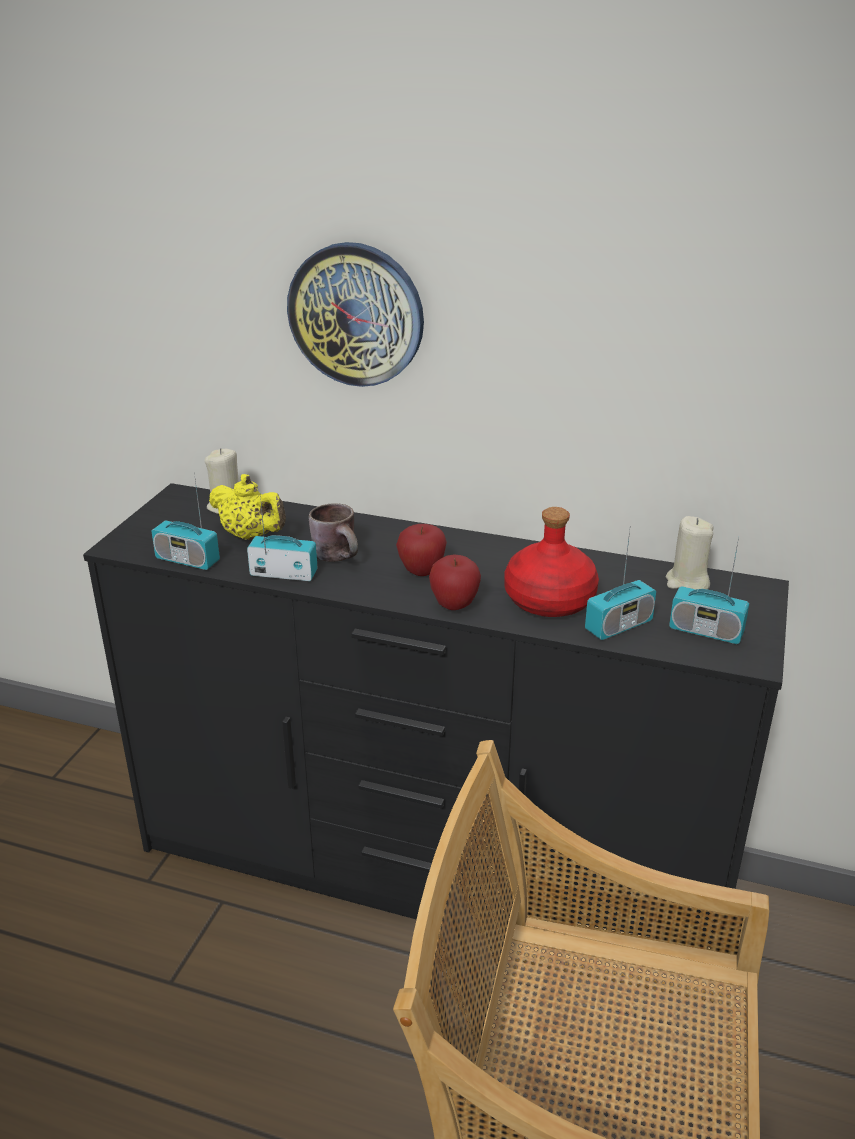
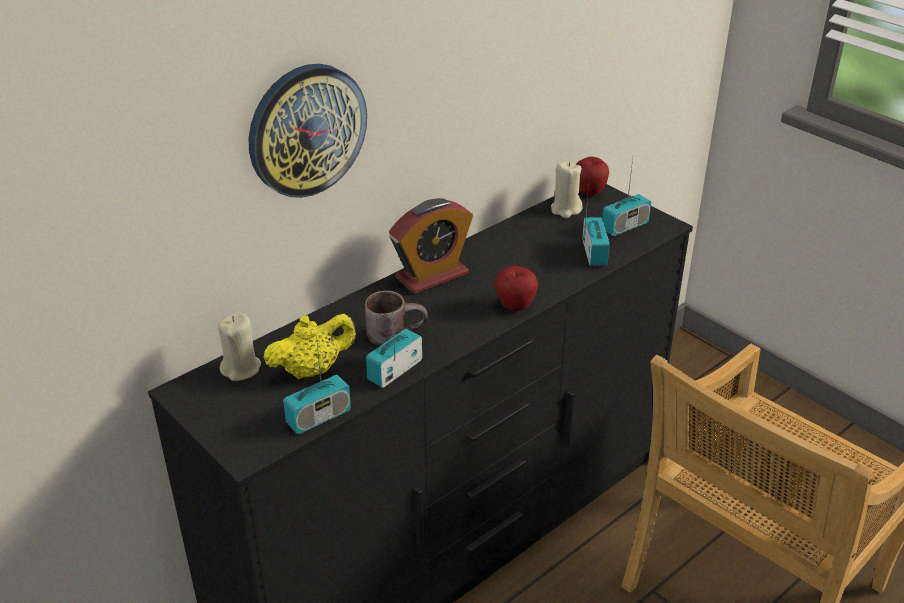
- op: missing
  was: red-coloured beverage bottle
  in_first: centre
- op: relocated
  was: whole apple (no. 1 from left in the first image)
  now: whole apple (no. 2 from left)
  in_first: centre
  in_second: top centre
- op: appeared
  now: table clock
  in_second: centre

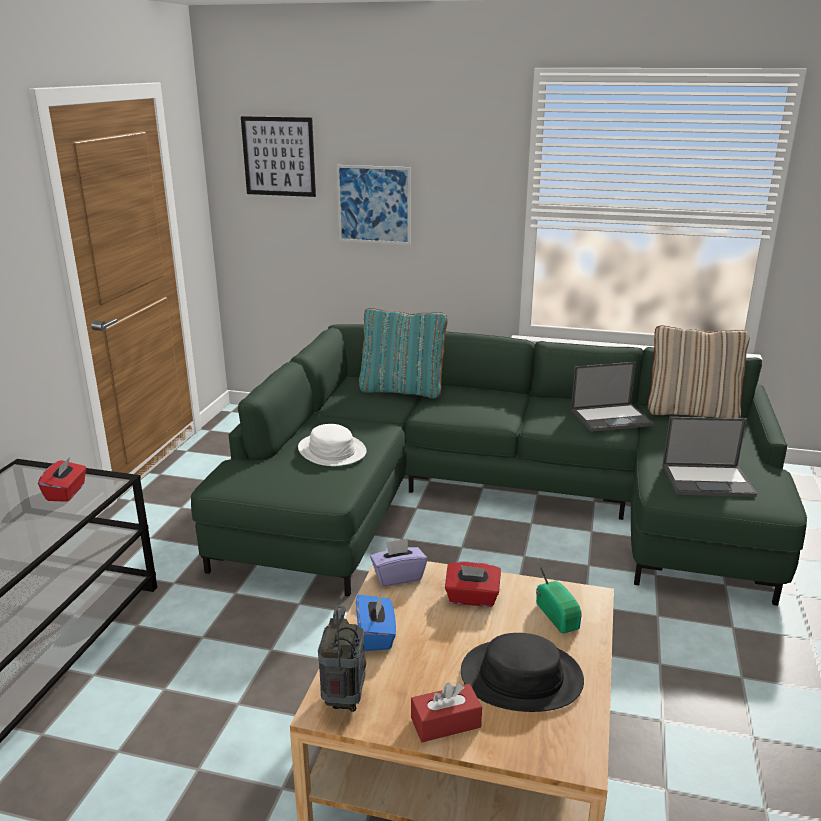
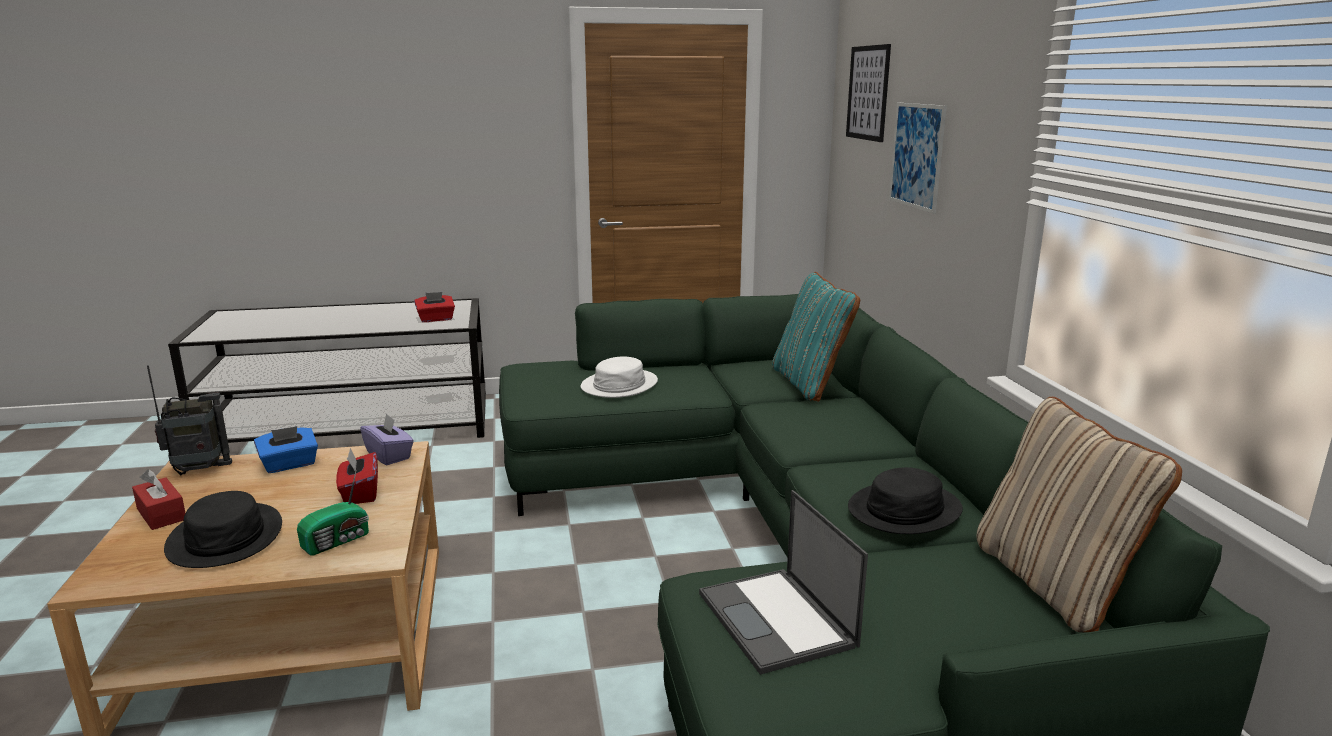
- op: exchanged
  was: notebook computer (no. 1 from left)
  now: black hat (no. 2 from left)
  in_first: middle right
  in_second: bottom right

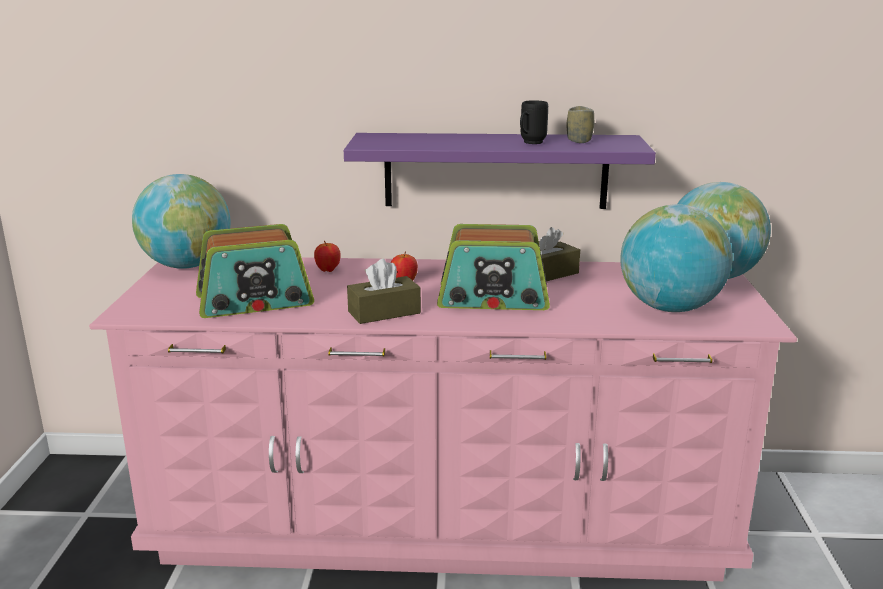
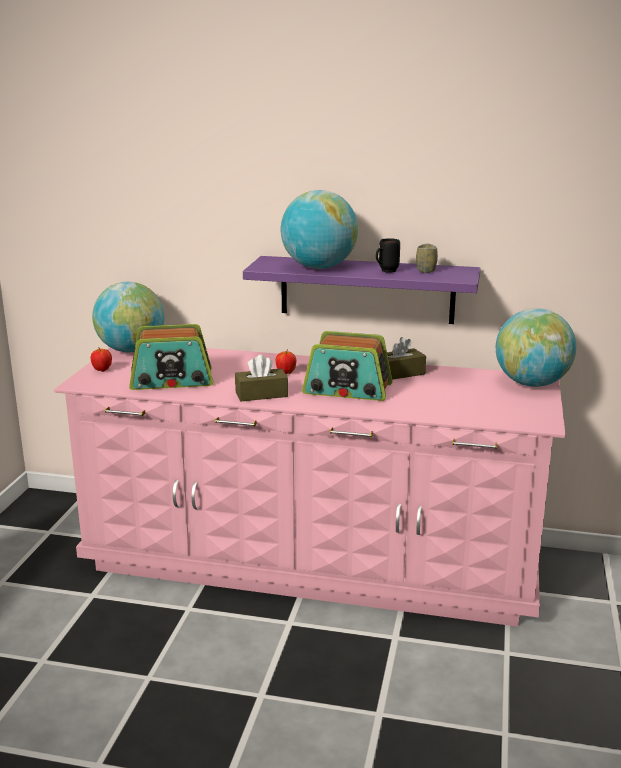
- op: relocated
  was: globe (no. 2 from left)
  in_first: middle right
  in_second: top centre
- op: relocated
  was: whole apple (no. 1 from left)
  in_first: centre
  in_second: middle left

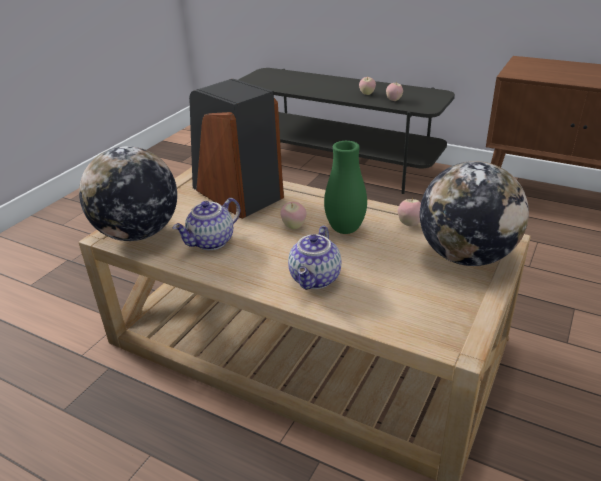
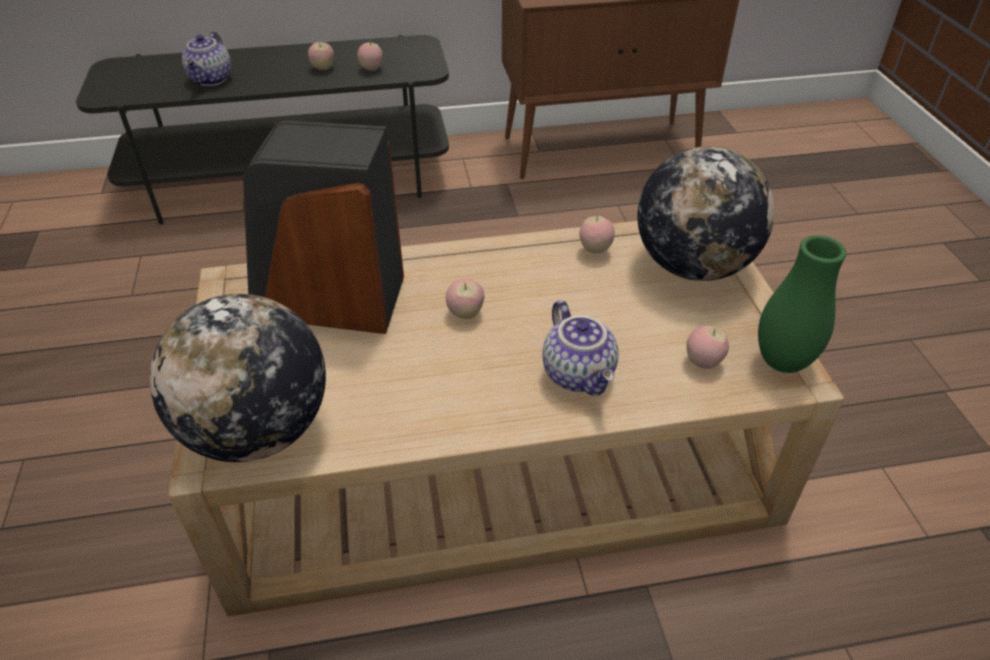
- op: relocated
  was: green-coloured flower vase
  in_first: centre
  in_second: middle right
- op: relocated
  was: tea pot (no. 1 from left)
  in_first: centre
  in_second: top left
- op: appeared
  now: whole apple (no. 5 from left)
  in_second: middle right

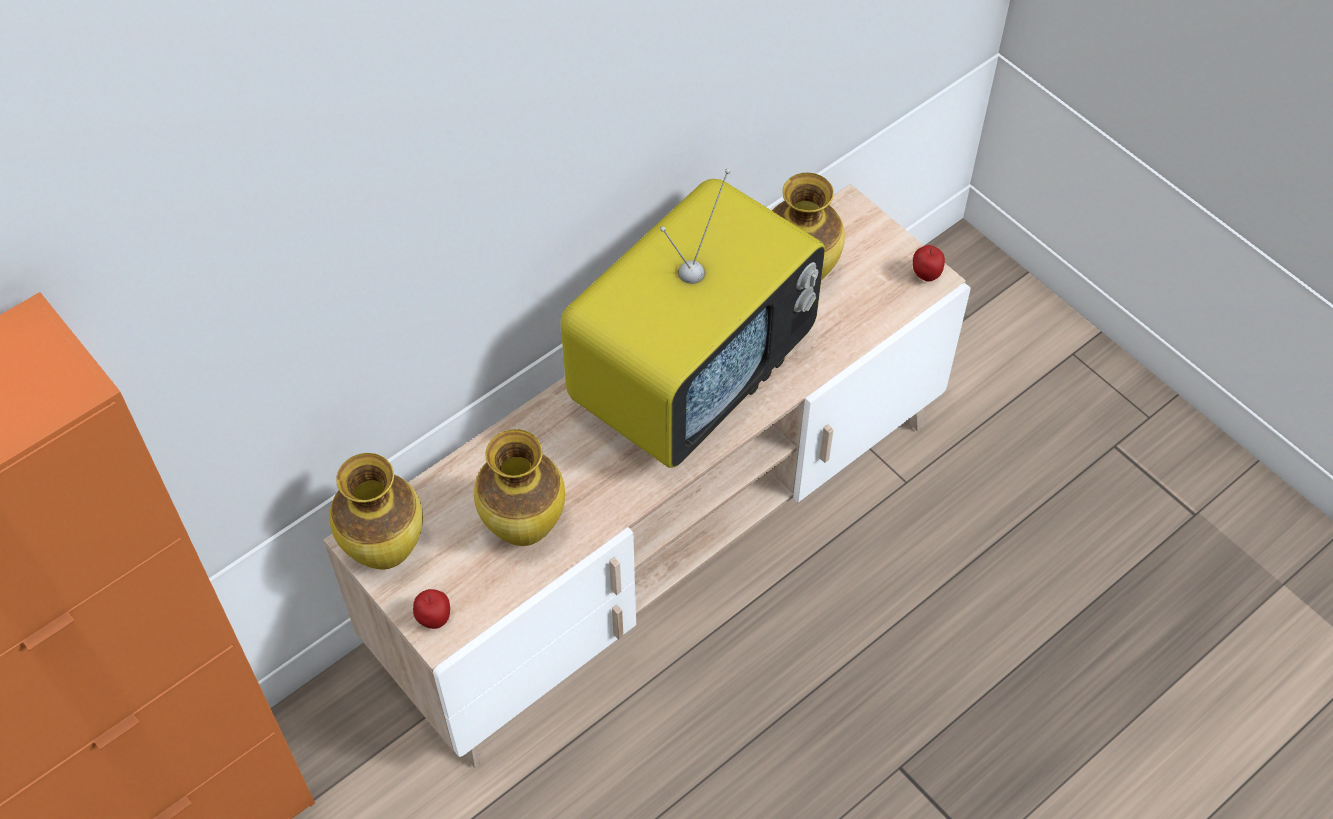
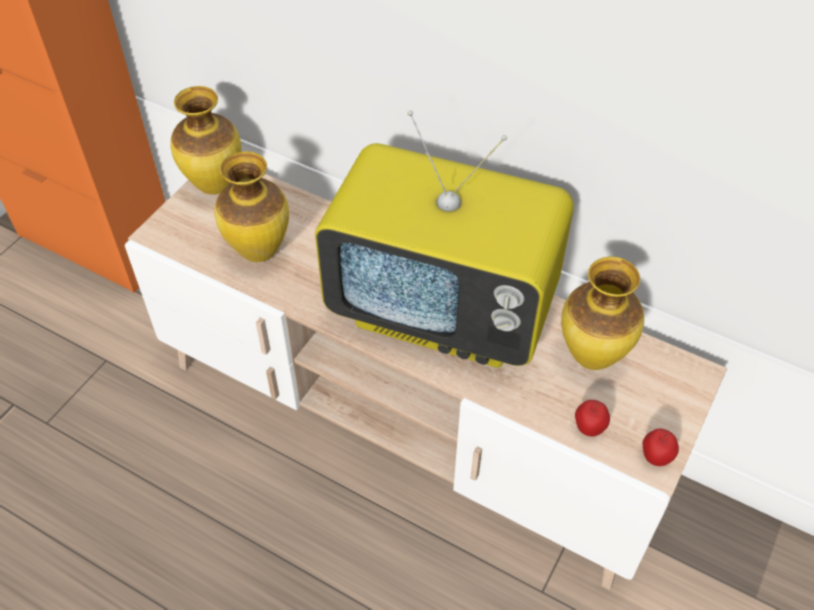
- op: relocated
  was: whole apple (no. 1 from left)
  in_first: bottom left
  in_second: bottom right

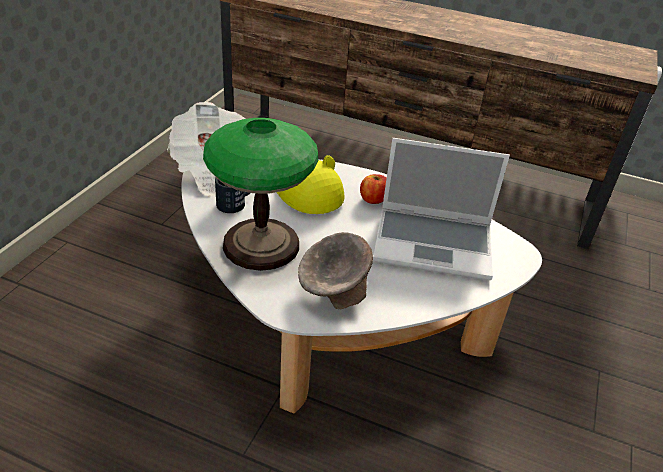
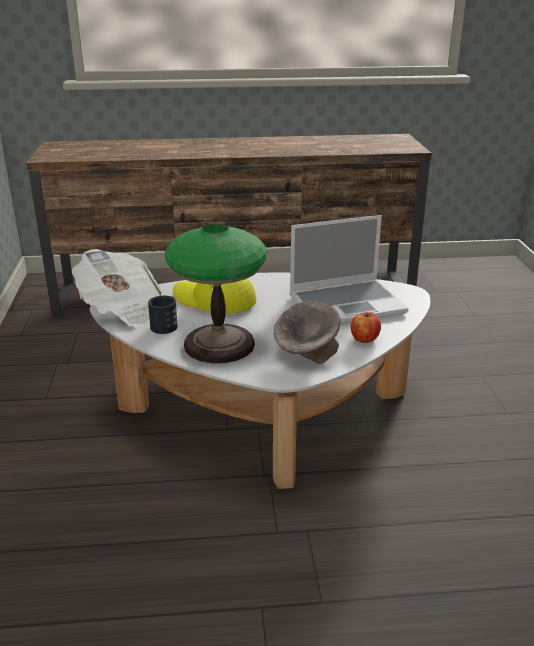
- op: relocated
  was: whole apple
  in_first: centre
  in_second: middle right

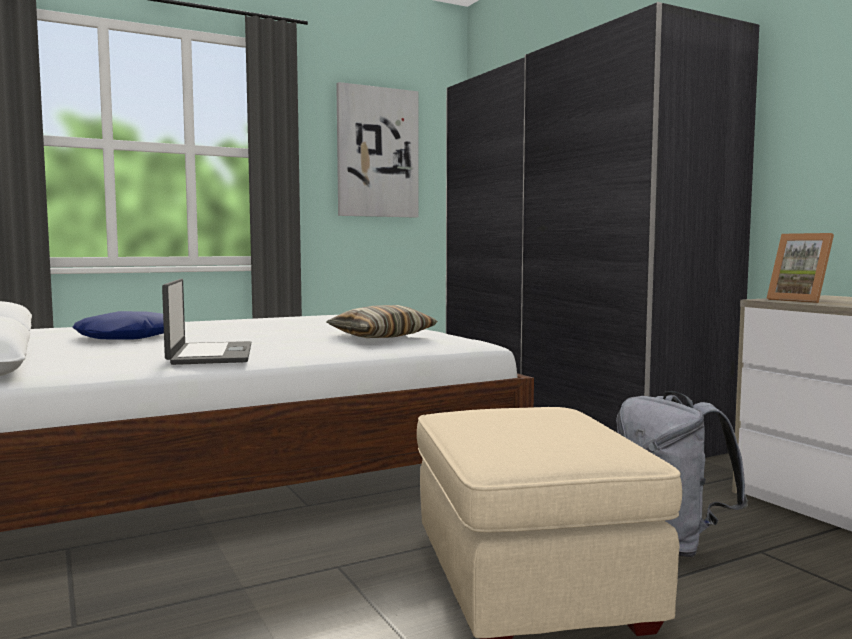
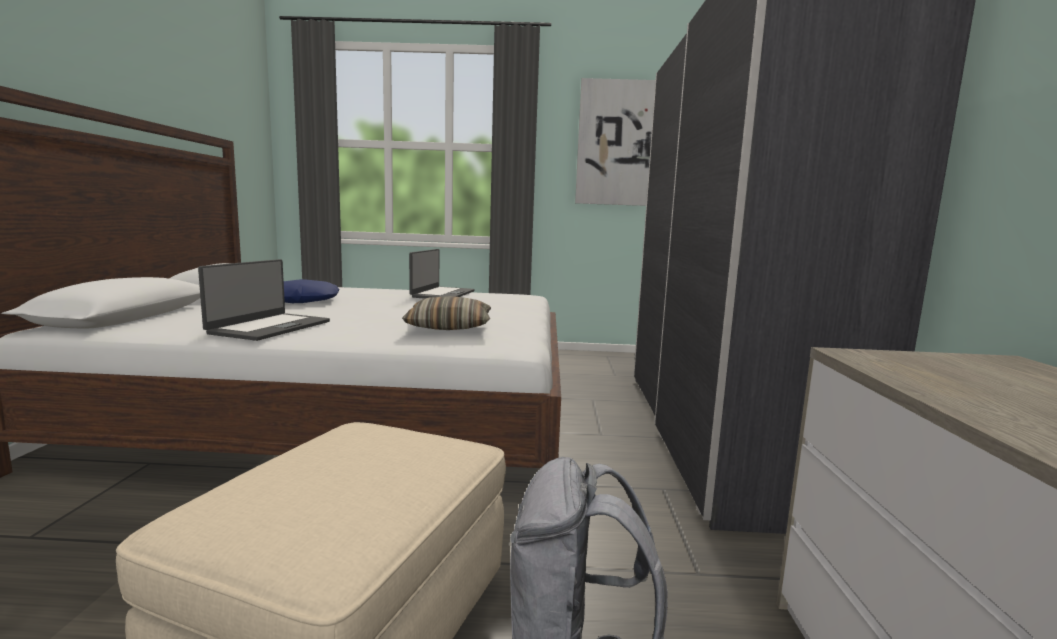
- op: missing
  was: photo frame
  in_first: middle right
- op: appeared
  now: notebook computer (no. 2 from left)
  in_second: centre

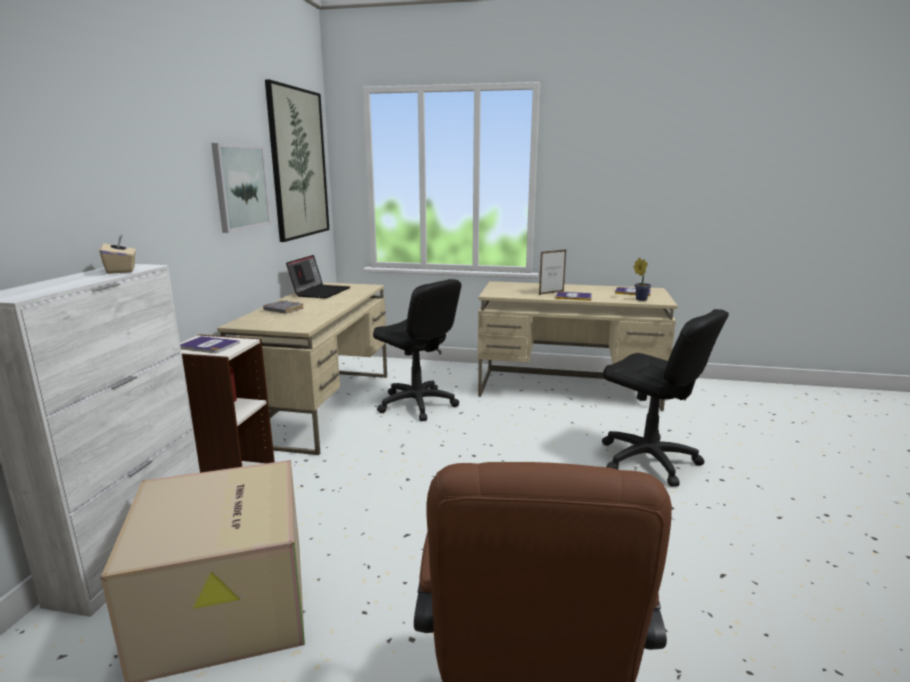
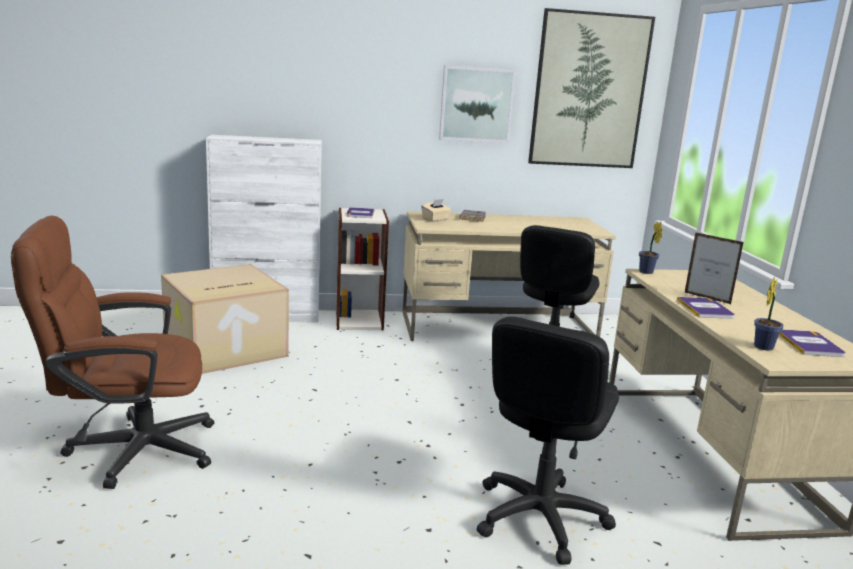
- op: relocated
  was: beige tissue holder
  in_first: middle left
  in_second: centre
- op: missing
  was: notebook computer
  in_first: centre
- op: appeared
  now: plant in a pot (no. 1 from left)
  in_second: middle right

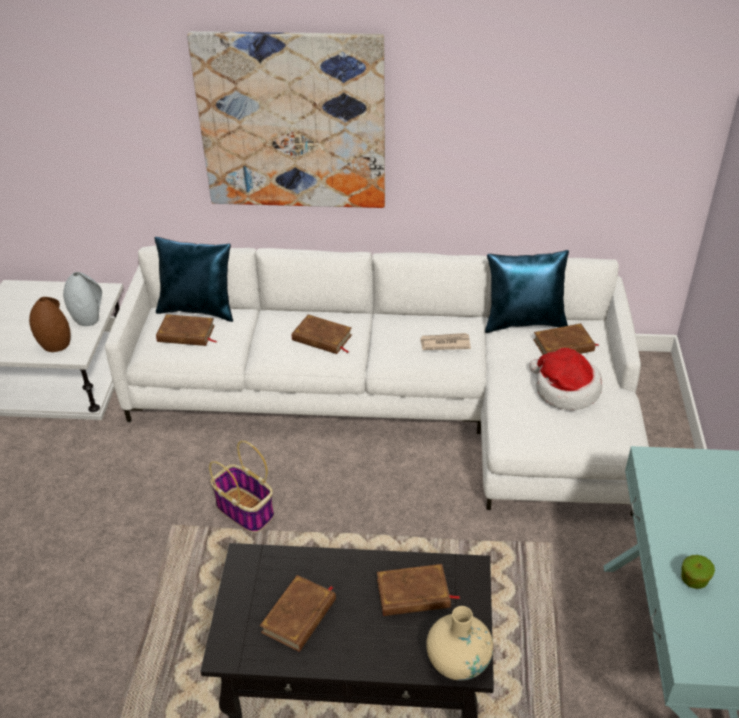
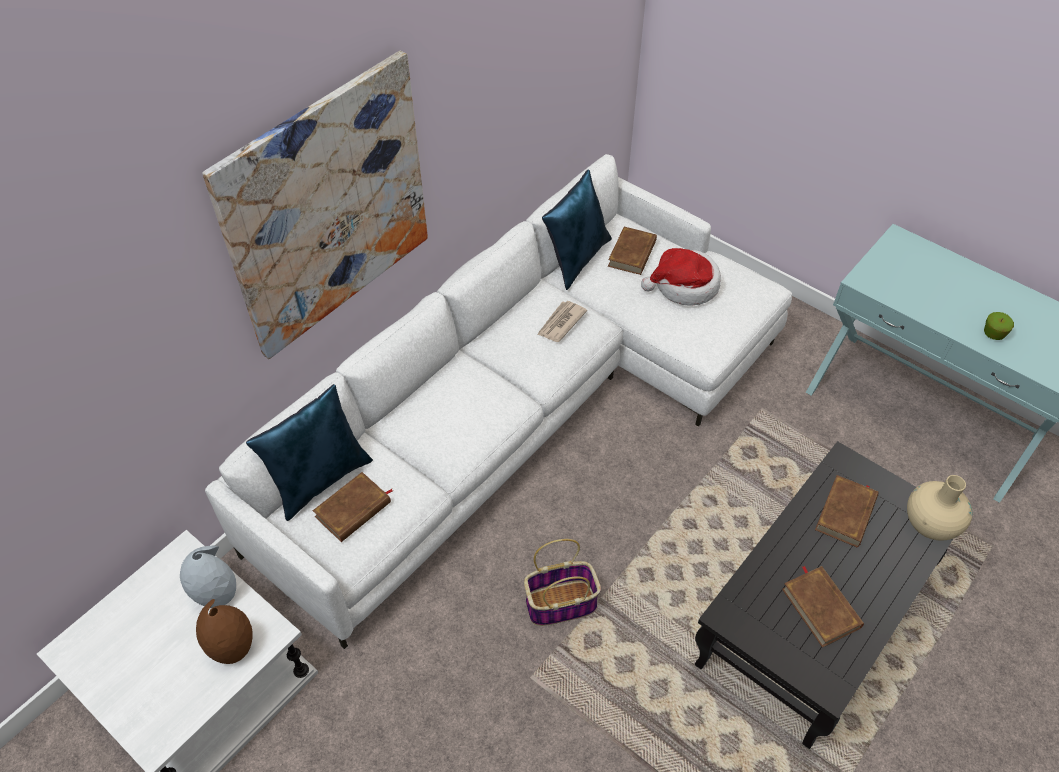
- op: missing
  was: brown volume (no. 3 from left)
  in_first: centre

